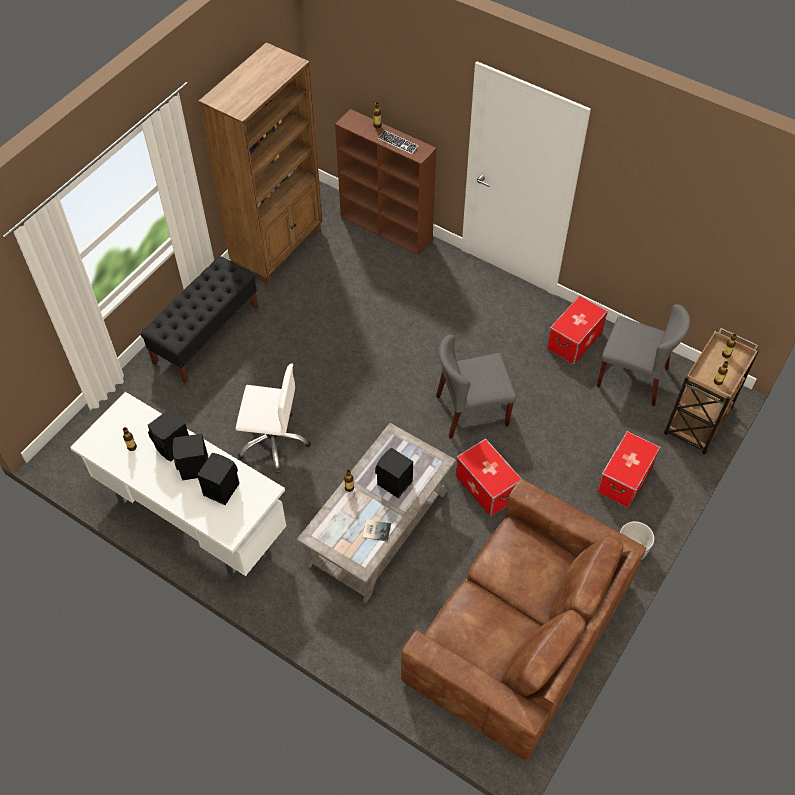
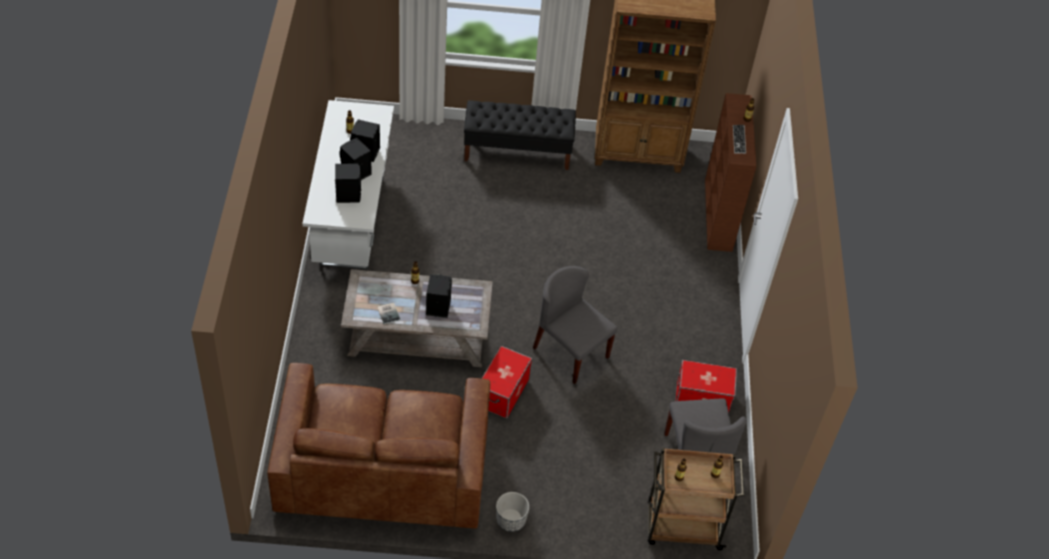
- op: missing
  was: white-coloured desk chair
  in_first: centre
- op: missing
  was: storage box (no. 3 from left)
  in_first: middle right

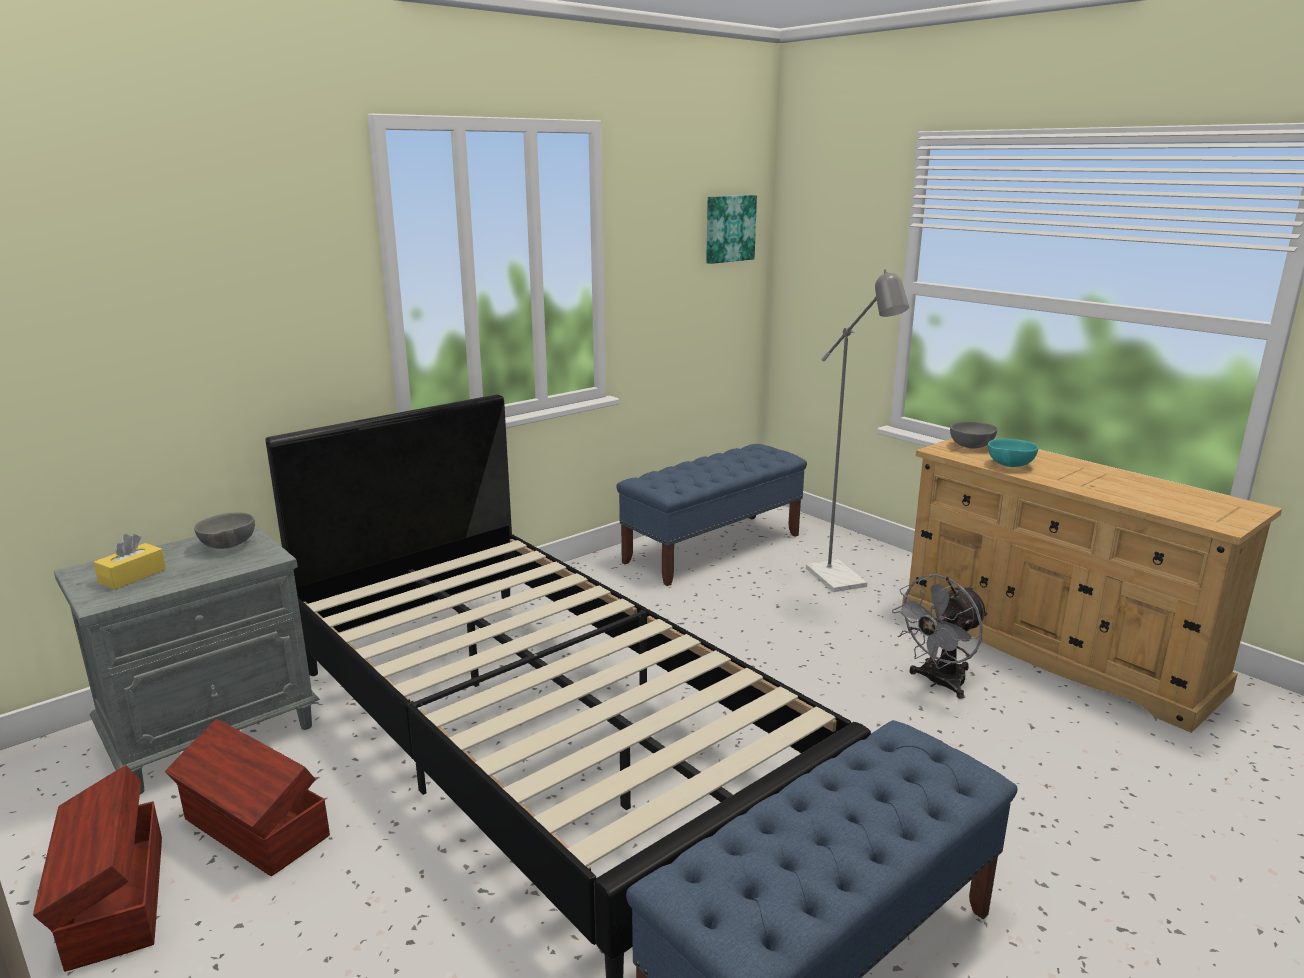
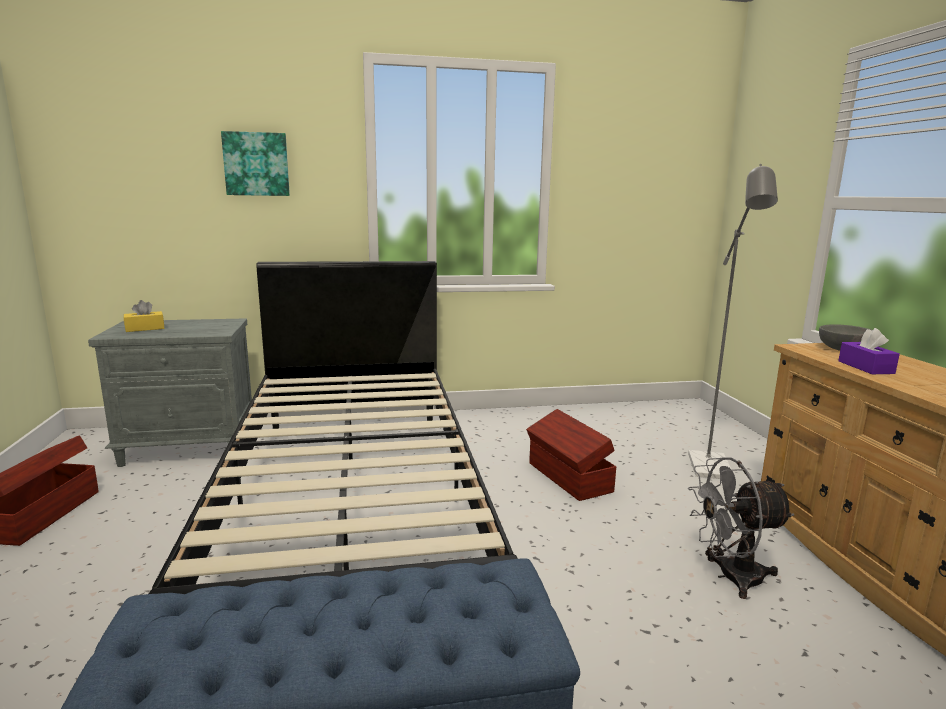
- op: relocated
  was: picture
  in_first: top centre
  in_second: top left
- op: exchanged
  was: turquoise bowl
  now: purple-coloured tissue holder
  in_first: middle right
  in_second: middle right
- op: missing
  was: blue-coloured indoor bench (no. 1 from left)
  in_first: centre
- op: missing
  was: greyish bowl (no. 1 from left)
  in_first: middle left
- op: relocated
  was: brown storage box (no. 2 from left)
  in_first: bottom left
  in_second: centre

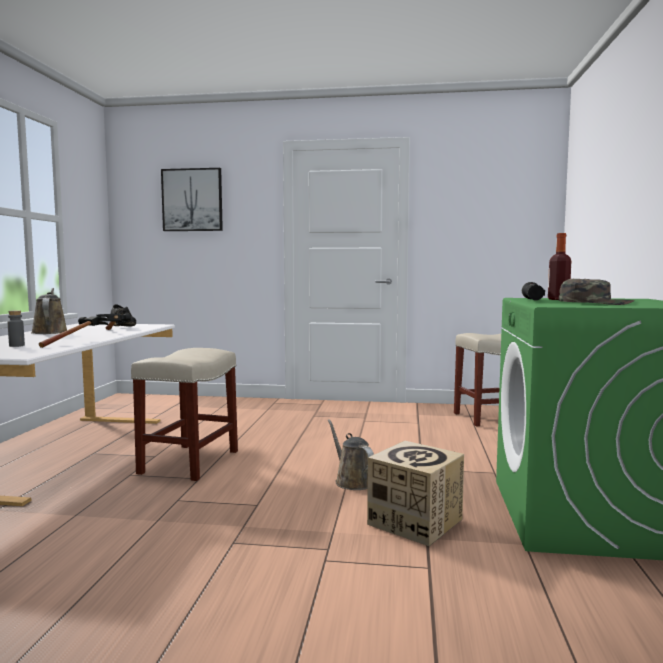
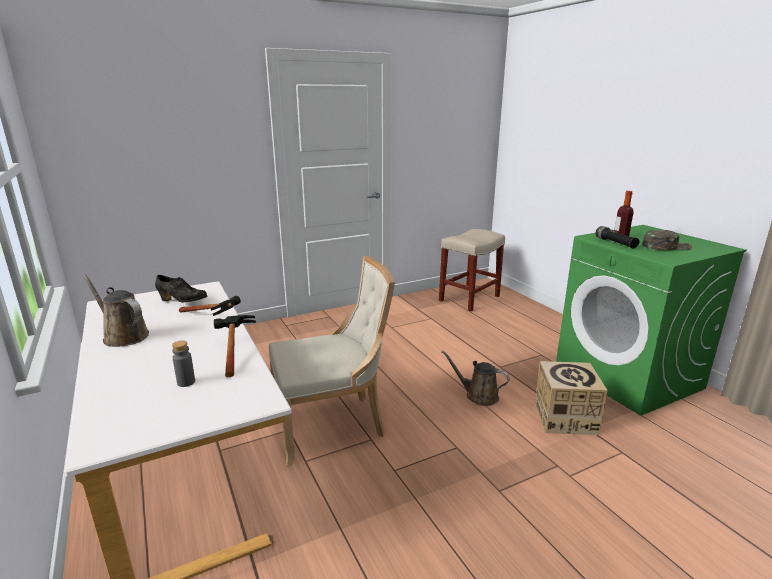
- op: missing
  was: picture
  in_first: top left
- op: exchanged
  was: beige stool (no. 1 from left)
  now: beige chair
  in_first: middle left
  in_second: centre

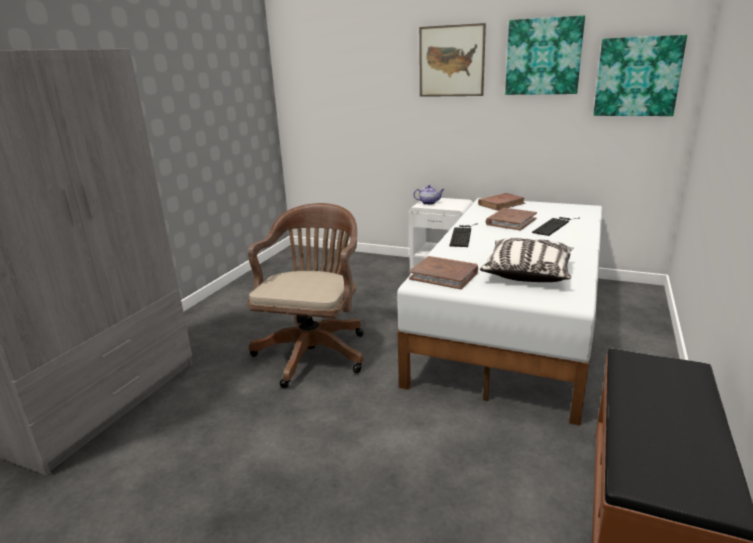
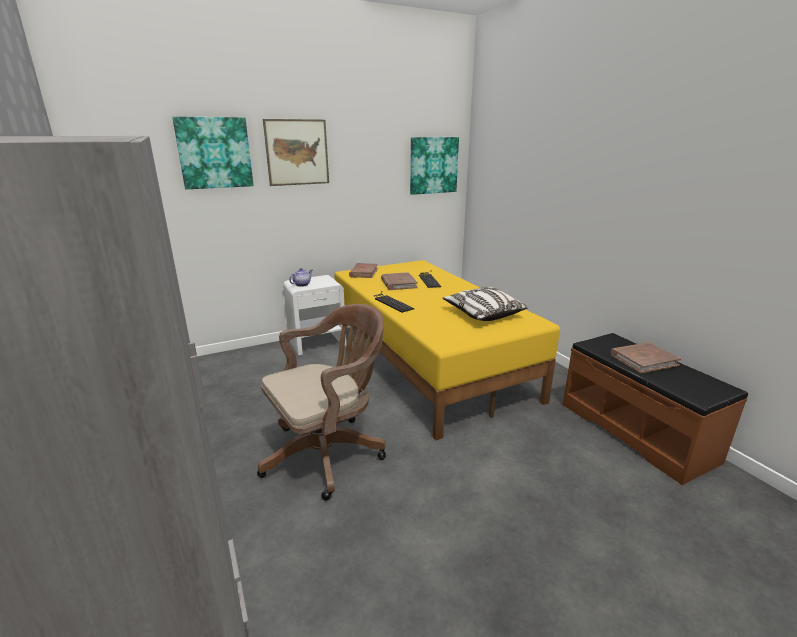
- op: relocated
  was: picture (no. 2 from left in the first image)
  now: picture (no. 1 from left)
  in_first: top right
  in_second: top left
- op: colour
  was: white-coloured bedroom bed
  now: yellow-coloured bedroom bed
  in_first: centre
  in_second: centre
- op: spun
  was: brown desk chair
  in_first: centre
  in_second: centre
  clockwise: 90
- op: relocated
  was: brown volume (no. 1 from left in the first image)
  now: brown volume (no. 3 from left)
  in_first: centre
  in_second: middle right

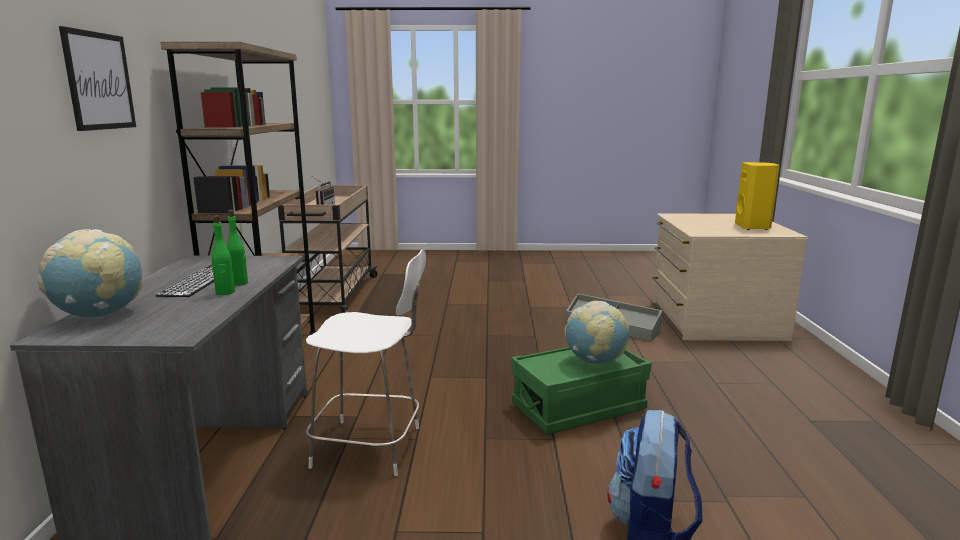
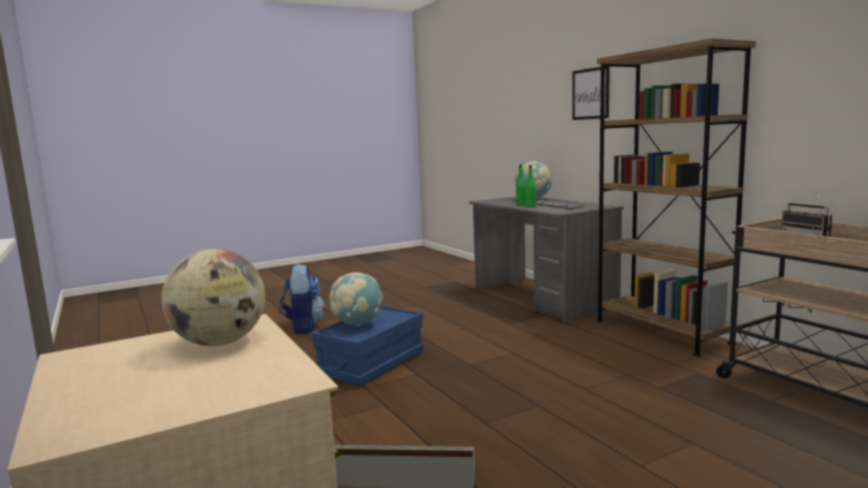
- op: missing
  was: yellow-coloured speaker
  in_first: middle right
- op: missing
  was: white-coloured chair
  in_first: bottom centre
- op: colour
  was: green-coloured storage box
  now: blue-coloured storage box
  in_first: bottom centre
  in_second: bottom centre
- op: appeared
  now: globe (no. 1 from left)
  in_second: middle left

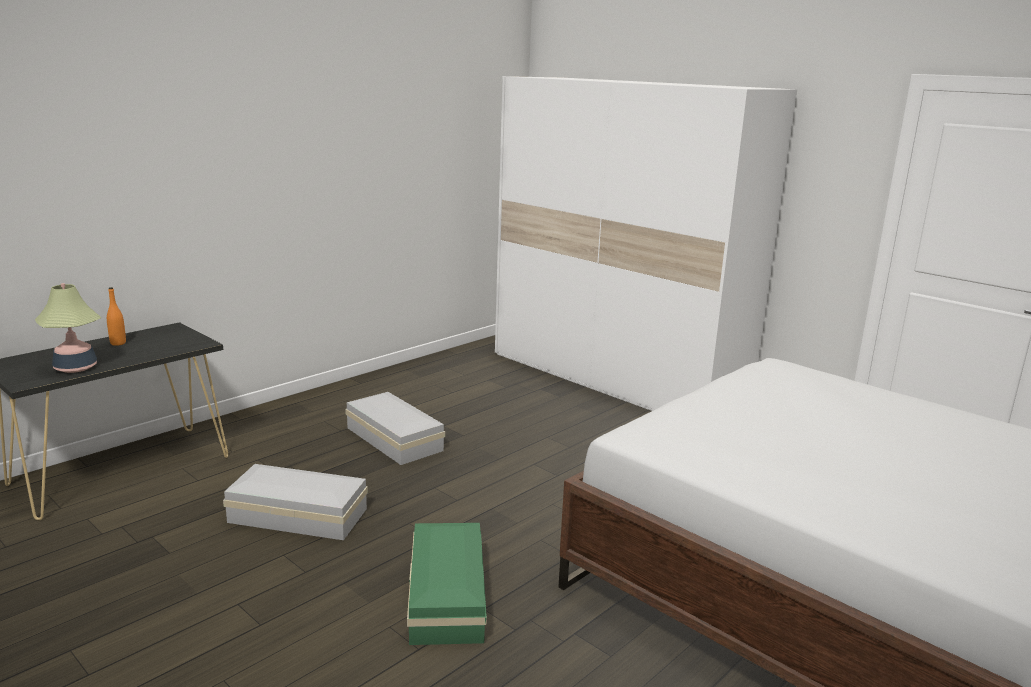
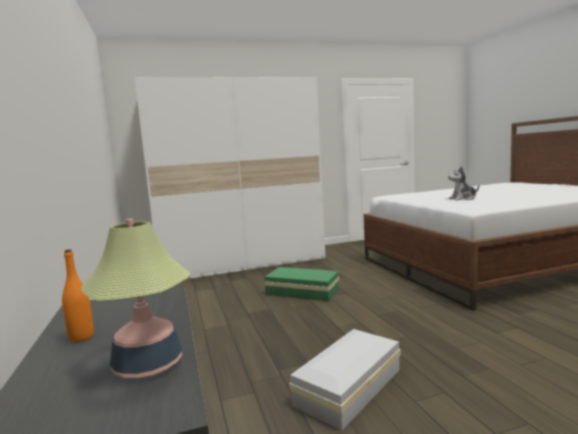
- op: missing
  was: white-coloured storage box (no. 2 from left)
  in_first: centre
- op: relocated
  was: green-coloured storage box
  in_first: bottom centre
  in_second: centre
- op: appeared
  now: plush toy
  in_second: middle right

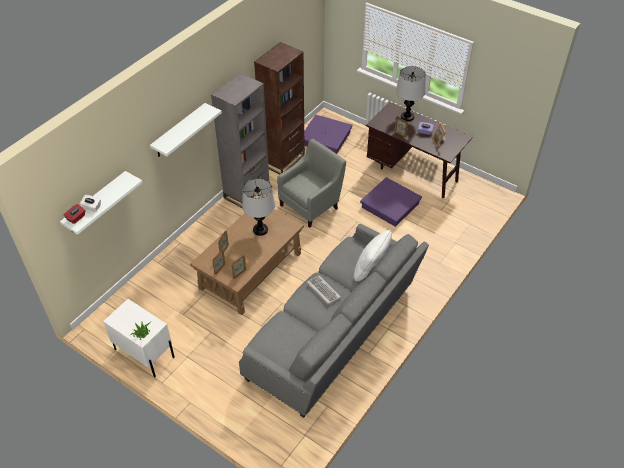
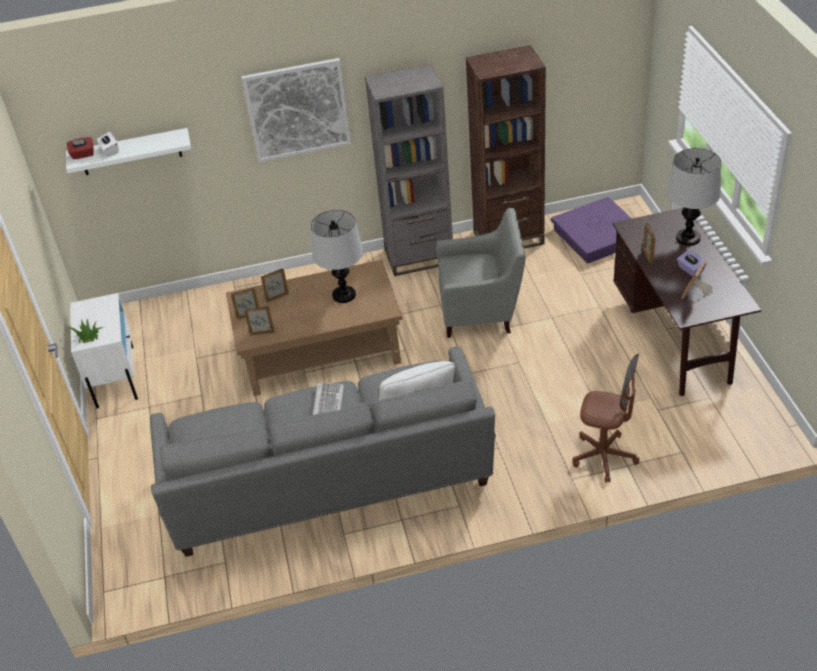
- op: exchanged
  was: white-coloured wall shelf (no. 2 from left)
  now: picture
  in_first: top left
  in_second: top centre
- op: missing
  was: purple-coloured storage box (no. 2 from left)
  in_first: centre
- op: appeared
  now: brown desk chair
  in_second: middle right

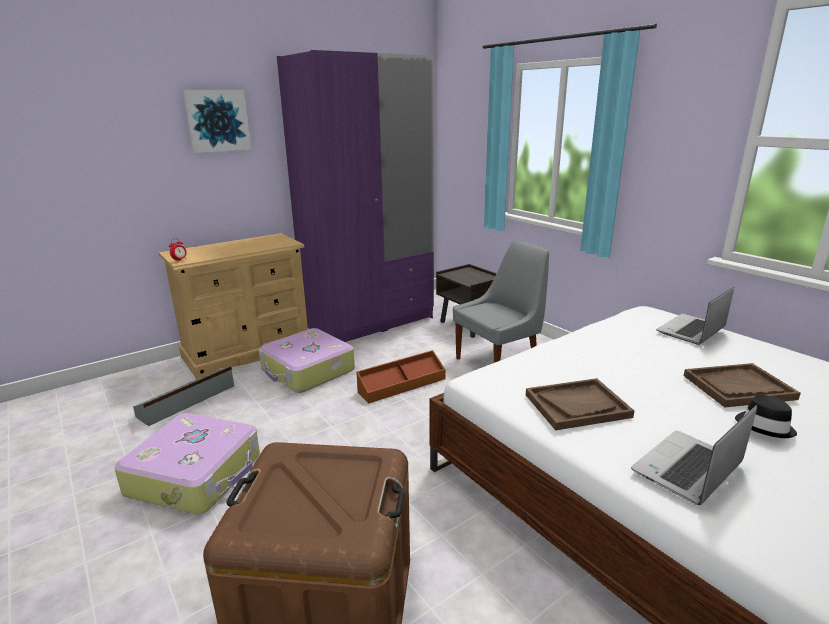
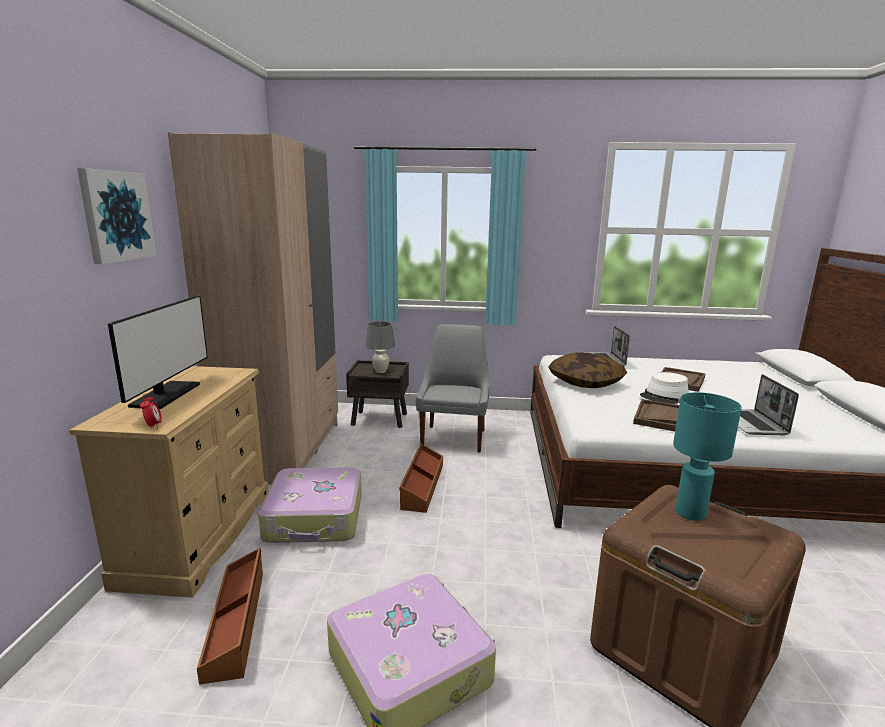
- op: colour
  was: purple-coloured wardrobe
  now: beige wardrobe
  in_first: top centre
  in_second: middle left
- op: colour
  was: greyish storage box
  now: brown storage box (no. 1 from left)
  in_first: middle left
  in_second: bottom left
- op: missing
  was: black hat
  in_first: bottom right
- op: appeared
  now: computer display
  in_second: middle left
- op: appeared
  now: greyish lamp for a table
  in_second: centre
- op: appeared
  now: throw pillow
  in_second: centre
- op: appeared
  now: white-coloured hat
  in_second: middle right
- op: appeared
  now: turquoise lamp for a table
  in_second: middle right

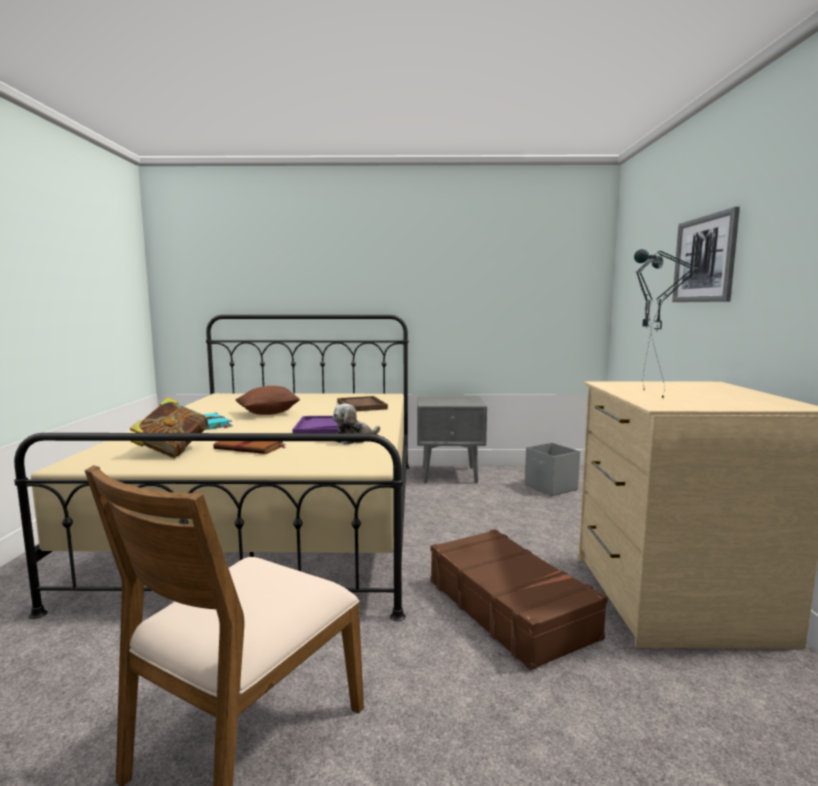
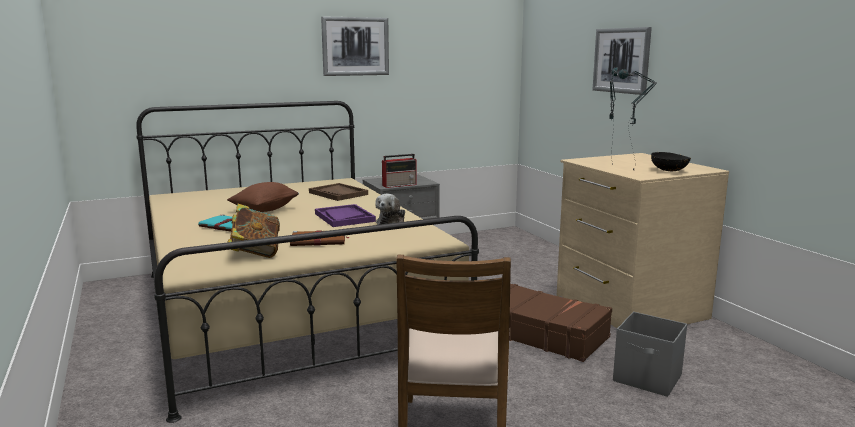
- op: relocated
  was: greyish storage box
  in_first: middle right
  in_second: bottom right
- op: appeared
  now: picture (no. 1 from left)
  in_second: top centre
- op: appeared
  now: black bowl
  in_second: middle right
- op: appeared
  now: radio
  in_second: centre

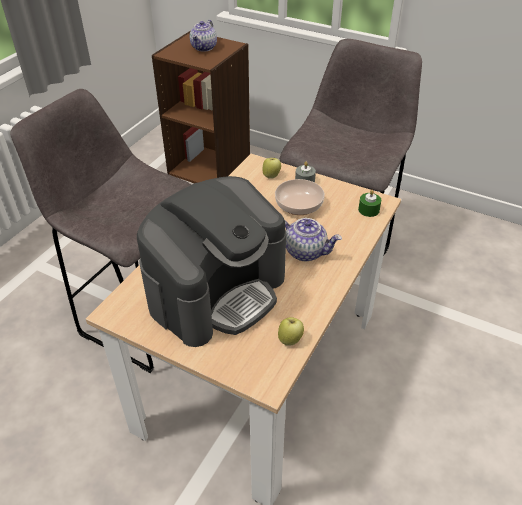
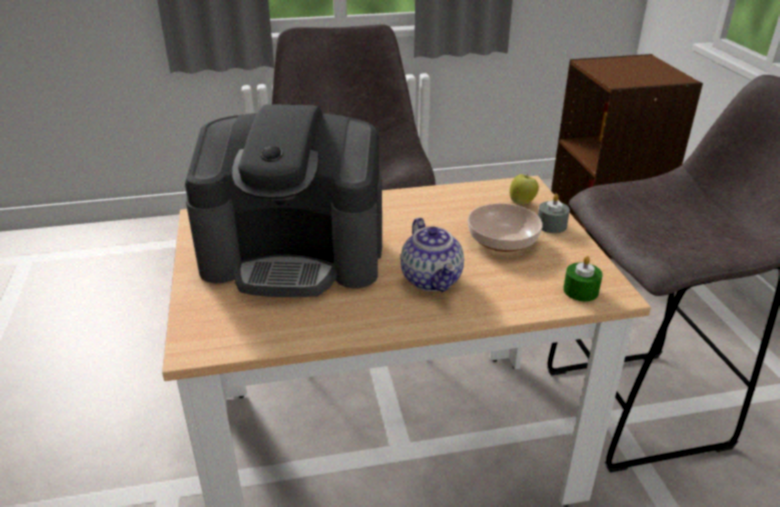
- op: missing
  was: tea pot (no. 1 from left)
  in_first: top centre
- op: missing
  was: whole apple (no. 2 from left)
  in_first: centre

